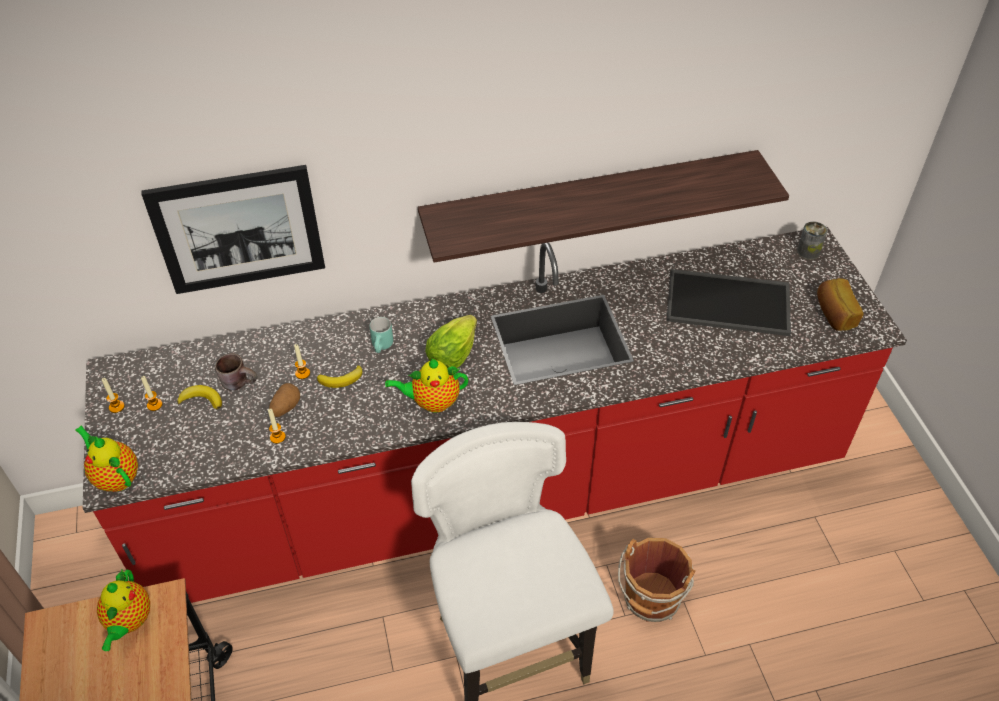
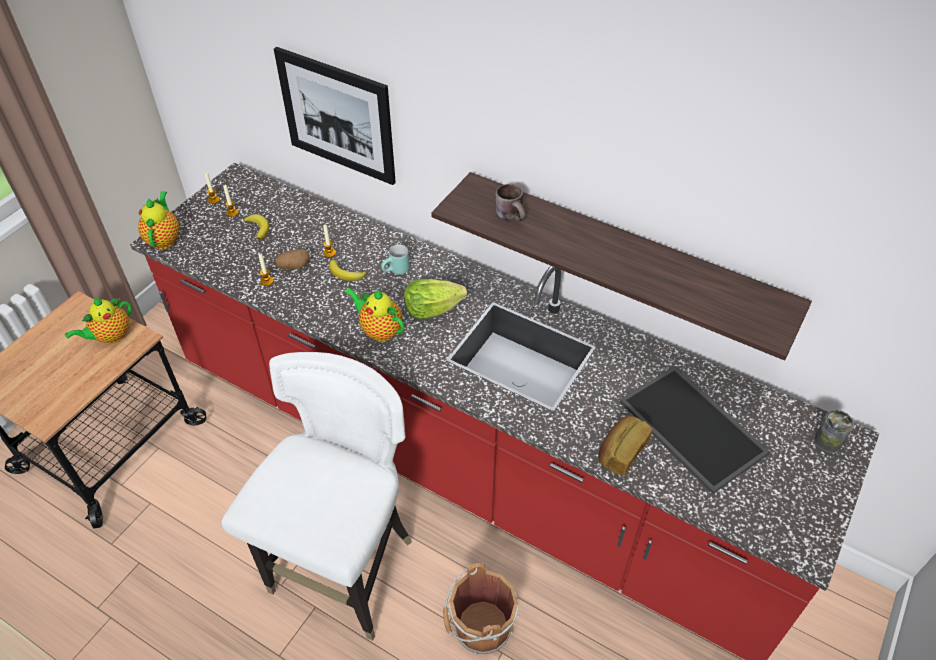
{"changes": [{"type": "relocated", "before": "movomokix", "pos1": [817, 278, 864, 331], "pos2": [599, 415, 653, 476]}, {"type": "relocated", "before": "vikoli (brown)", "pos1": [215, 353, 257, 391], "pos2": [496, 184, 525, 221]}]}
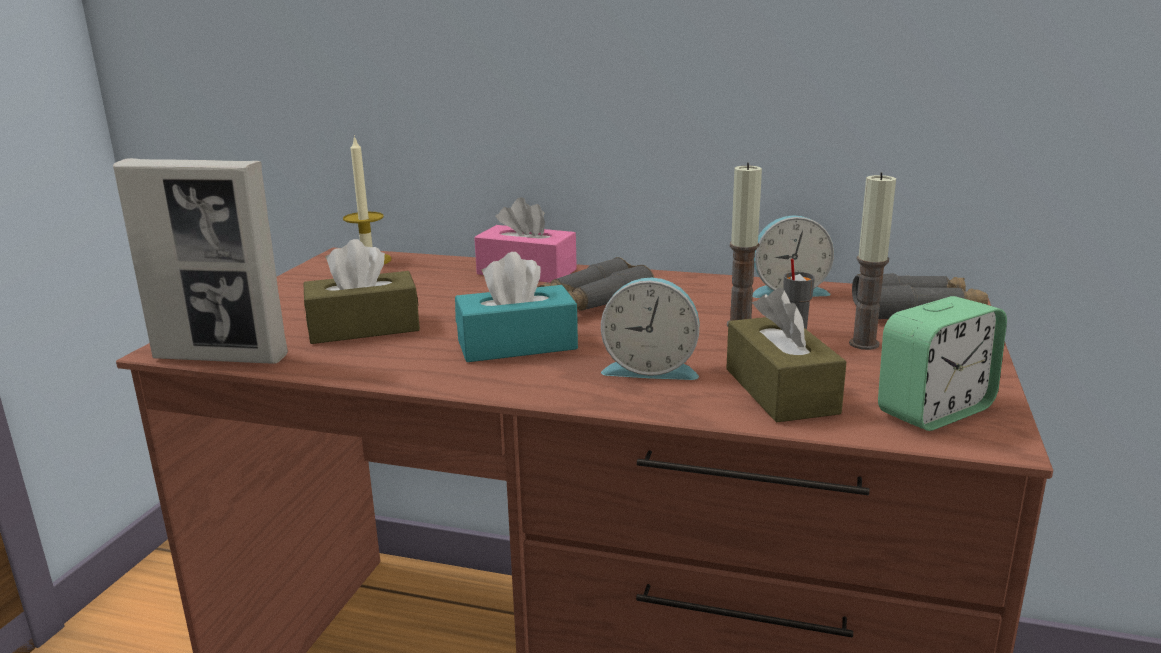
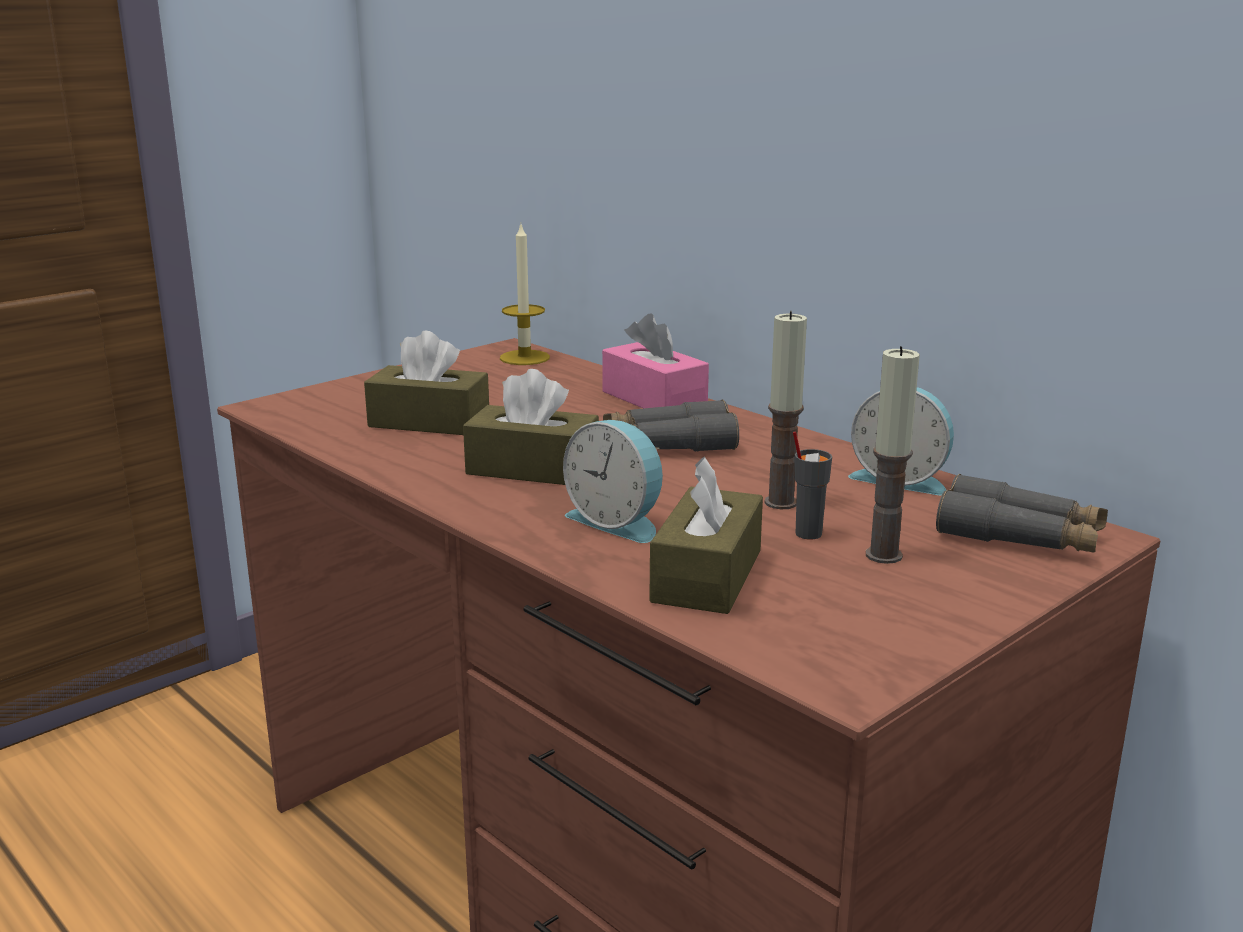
{"changes": [{"type": "missing", "before": "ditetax", "pos1": [113, 158, 288, 364]}, {"type": "colour", "before": "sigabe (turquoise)", "after": "sigabe (brown)", "pos1": [455, 252, 578, 362], "pos2": [463, 369, 599, 485]}, {"type": "missing", "before": "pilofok", "pos1": [878, 296, 1007, 431]}]}
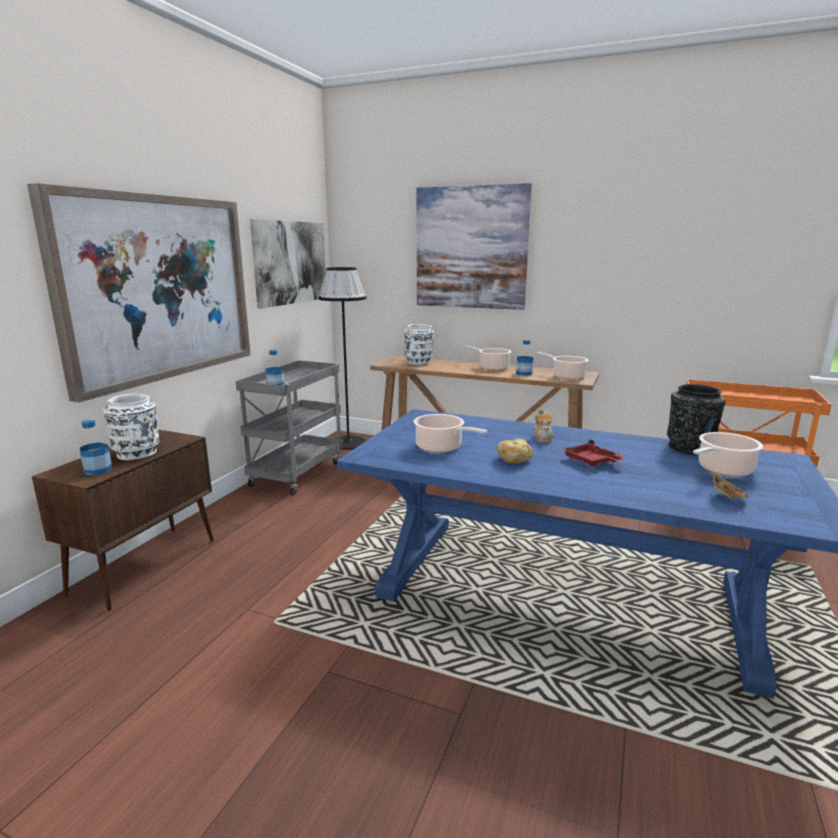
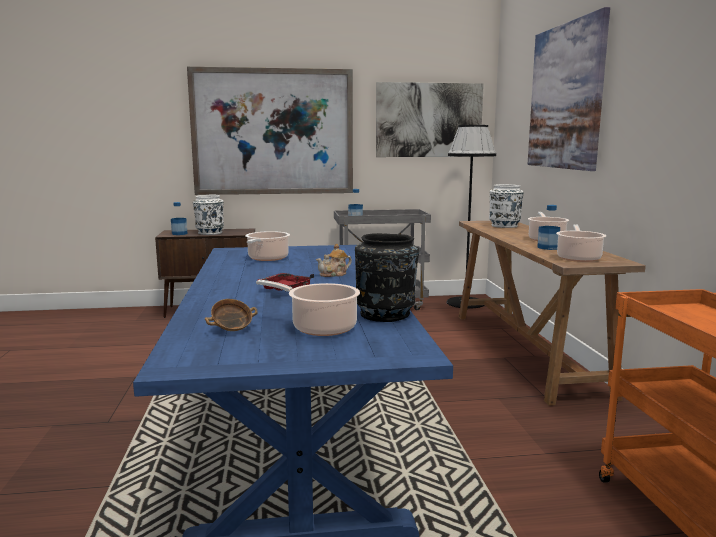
{"changes": [{"type": "missing", "before": "movomokix", "pos1": [497, 438, 533, 463]}]}
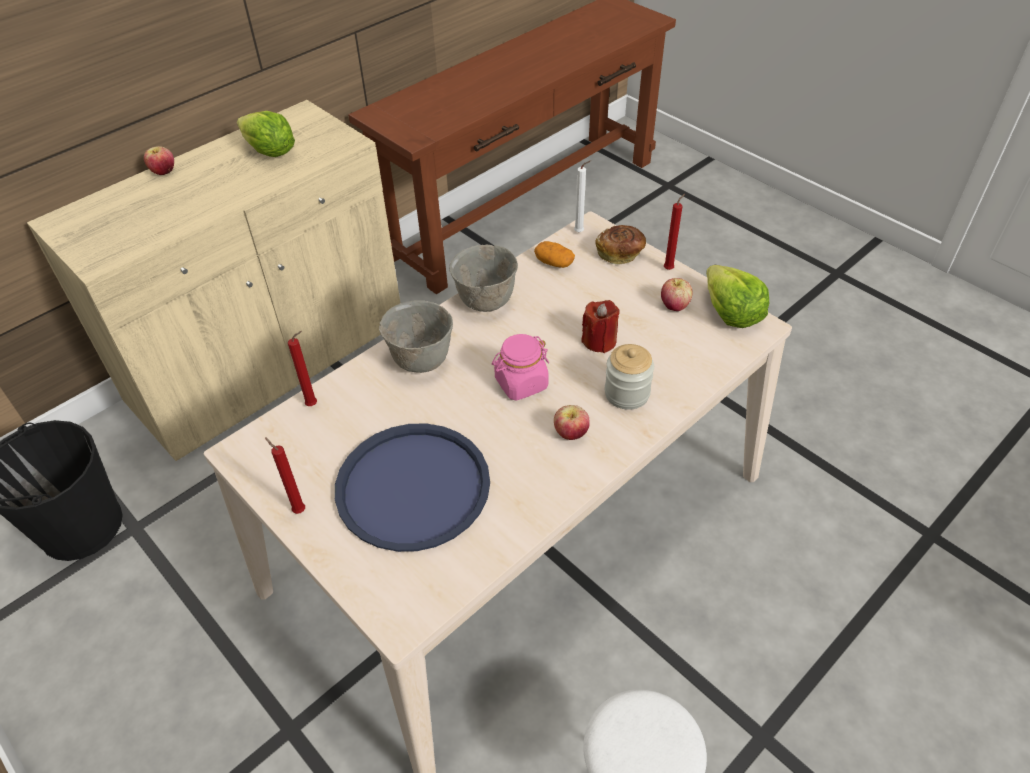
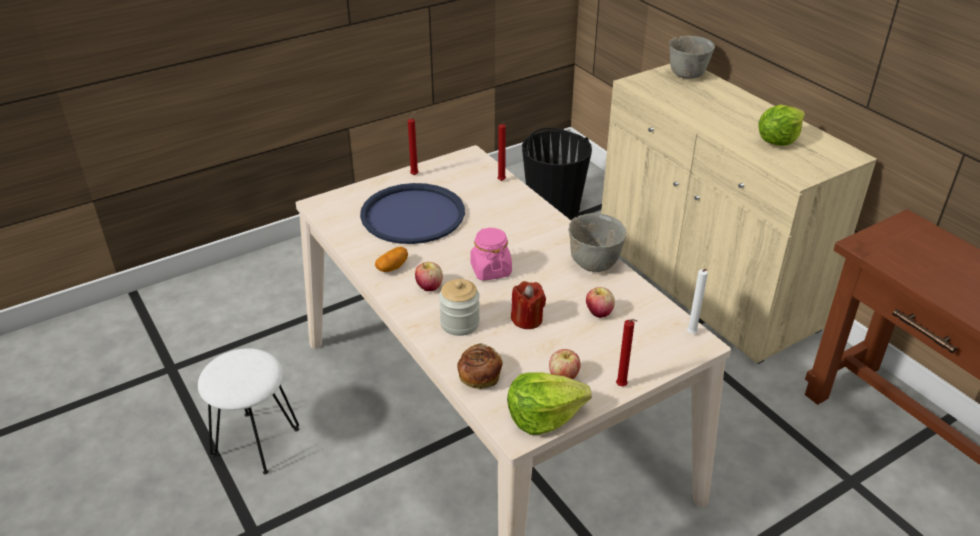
{"changes": [{"type": "relocated", "before": "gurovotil", "pos1": [144, 146, 174, 175], "pos2": [586, 287, 615, 318]}, {"type": "relocated", "before": "movomokix", "pos1": [595, 225, 646, 265], "pos2": [457, 343, 503, 389]}, {"type": "relocated", "before": "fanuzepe", "pos1": [534, 241, 575, 268], "pos2": [375, 247, 408, 272]}, {"type": "relocated", "before": "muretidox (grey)", "pos1": [379, 300, 453, 373], "pos2": [669, 35, 715, 79]}]}
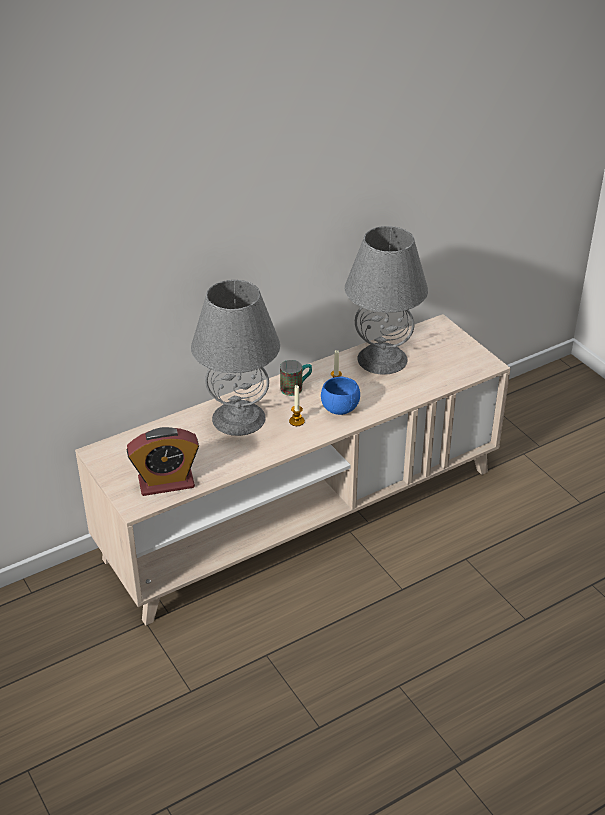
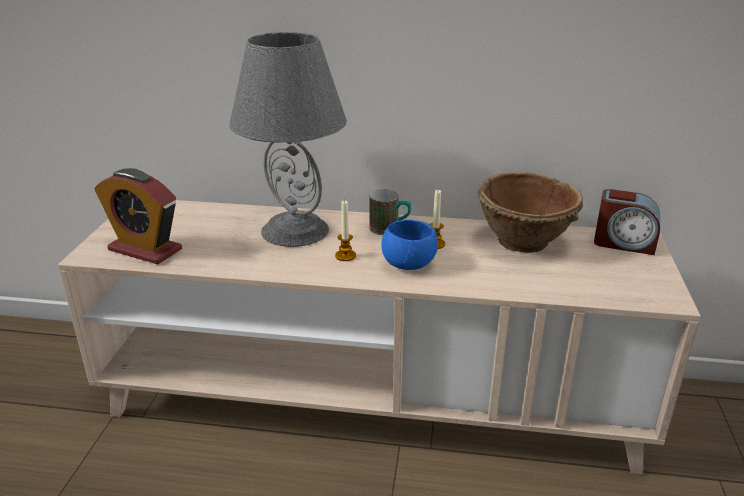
{"changes": [{"type": "exchanged", "before": "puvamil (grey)", "after": "muretidox (brown)", "pos1": [345, 226, 428, 375], "pos2": [478, 172, 583, 253]}, {"type": "appeared", "after": "pilofok", "pos2": [594, 189, 660, 255]}]}
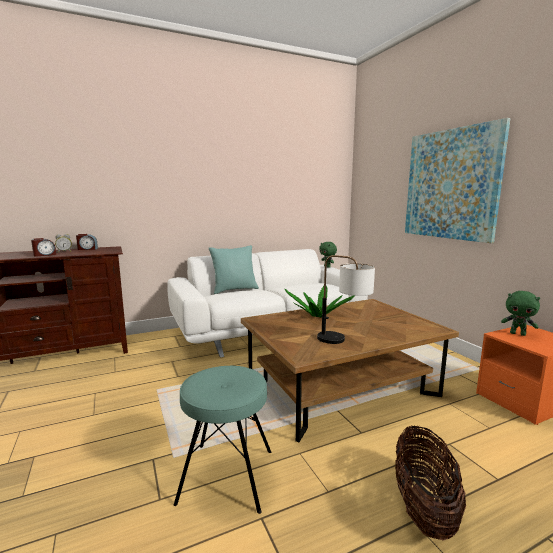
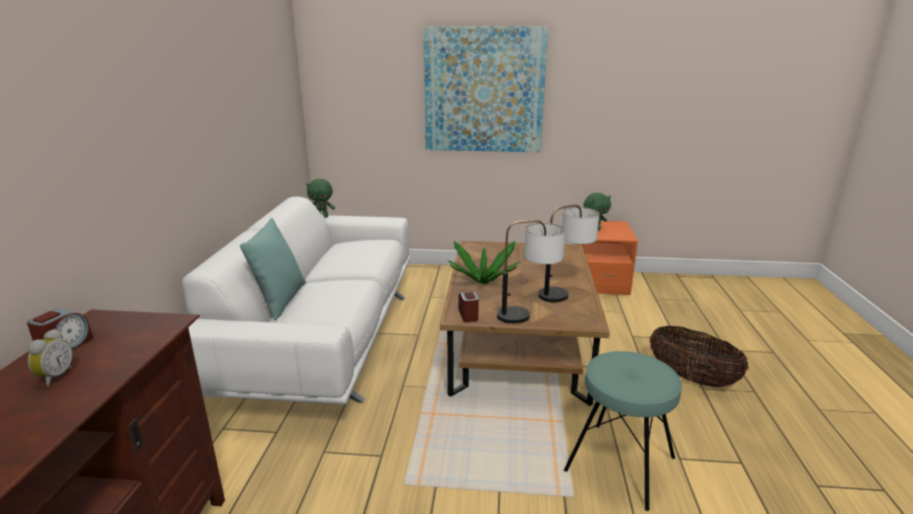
{"changes": [{"type": "relocated", "before": "pilofok", "pos1": [31, 238, 56, 257], "pos2": [458, 292, 479, 322]}, {"type": "appeared", "after": "puvamil", "pos2": [497, 220, 565, 324]}]}
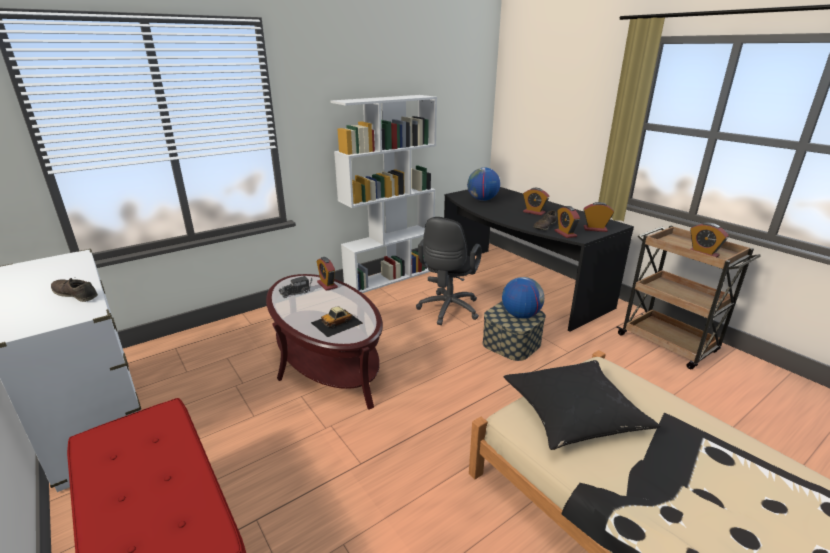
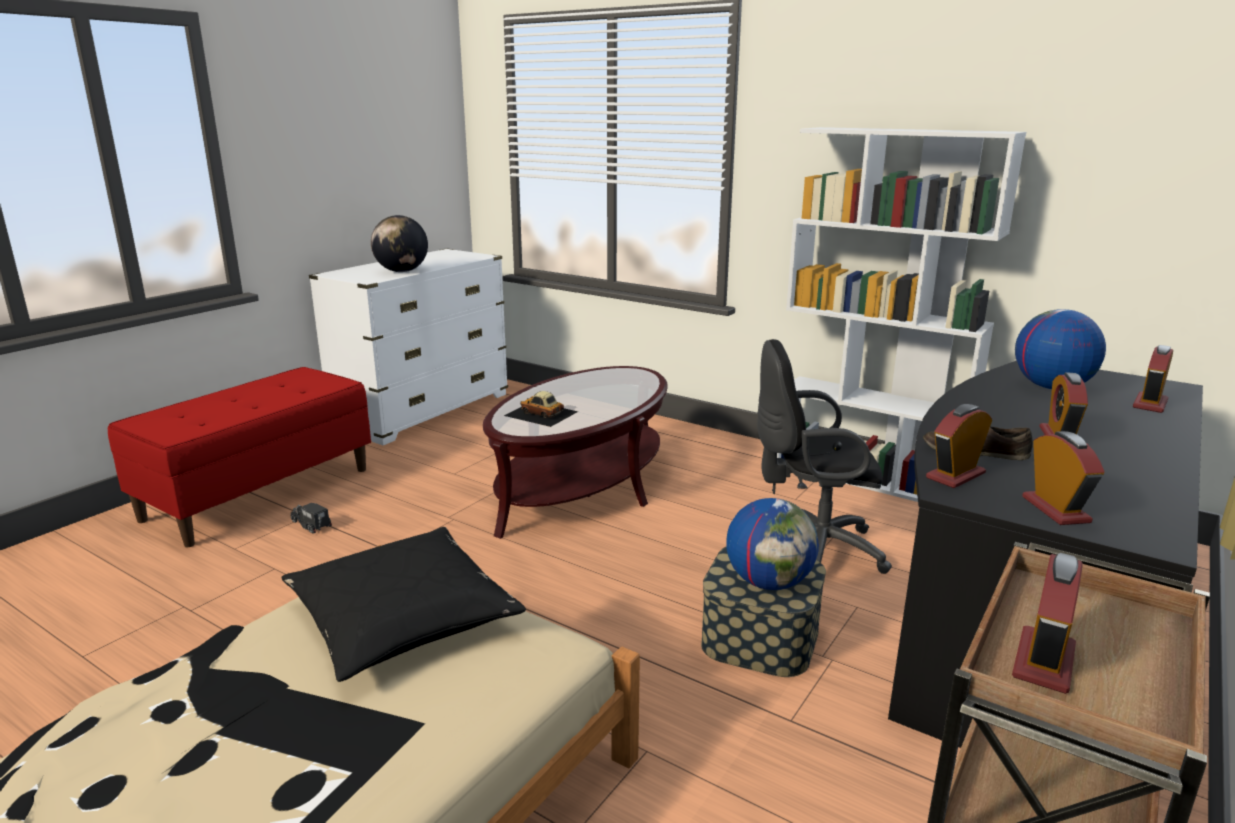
{"changes": [{"type": "relocated", "before": "pilofok", "pos1": [317, 257, 338, 291], "pos2": [1133, 345, 1173, 413]}, {"type": "relocated", "before": "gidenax", "pos1": [279, 276, 312, 298], "pos2": [290, 503, 332, 534]}, {"type": "exchanged", "before": "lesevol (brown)", "after": "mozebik", "pos1": [51, 277, 98, 302], "pos2": [371, 215, 428, 272]}]}
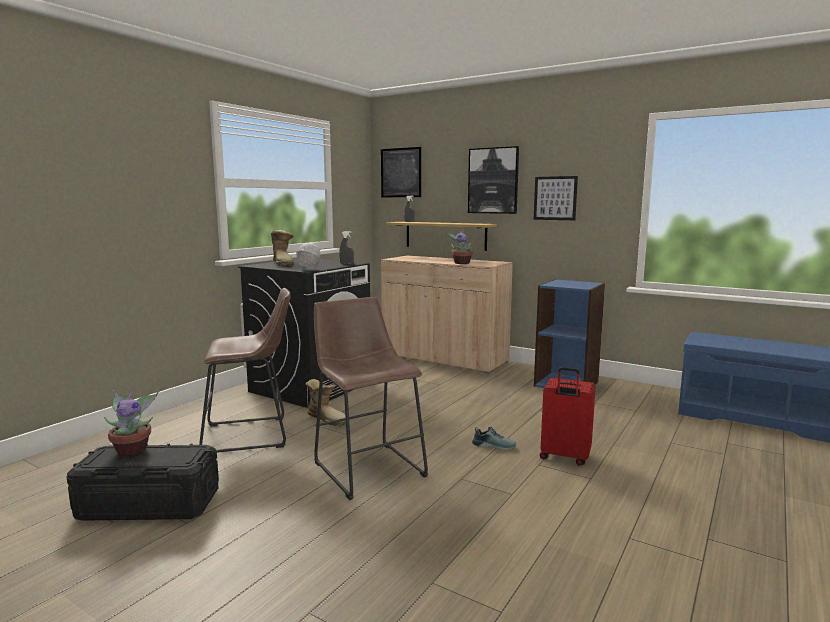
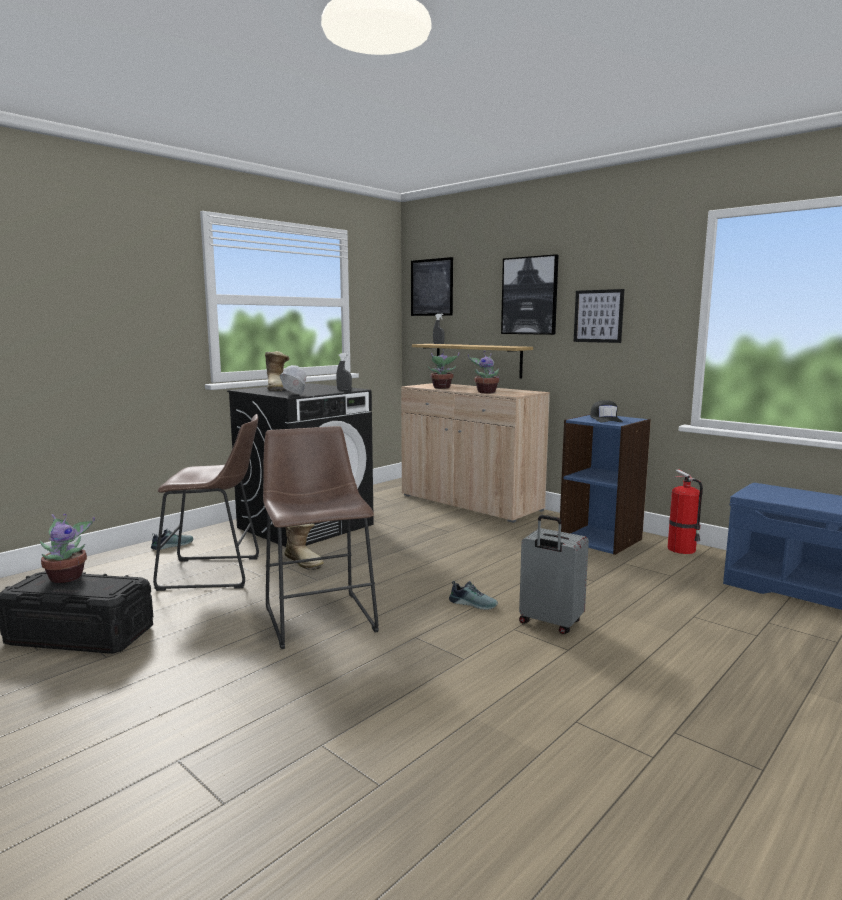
{"changes": [{"type": "colour", "before": "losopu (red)", "after": "losopu (grey)", "pos1": [540, 367, 596, 466], "pos2": [519, 515, 589, 634]}, {"type": "appeared", "after": "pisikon", "pos2": [428, 349, 459, 389]}, {"type": "appeared", "after": "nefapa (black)", "pos2": [590, 400, 623, 422]}, {"type": "appeared", "after": "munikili", "pos2": [668, 470, 703, 554]}, {"type": "appeared", "after": "lesevol", "pos2": [151, 529, 193, 550]}]}
